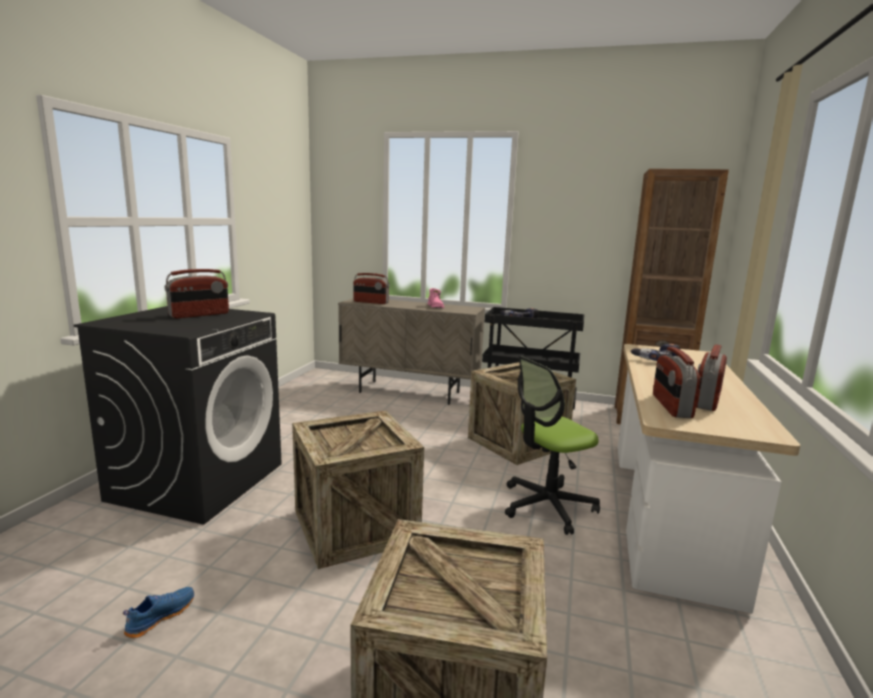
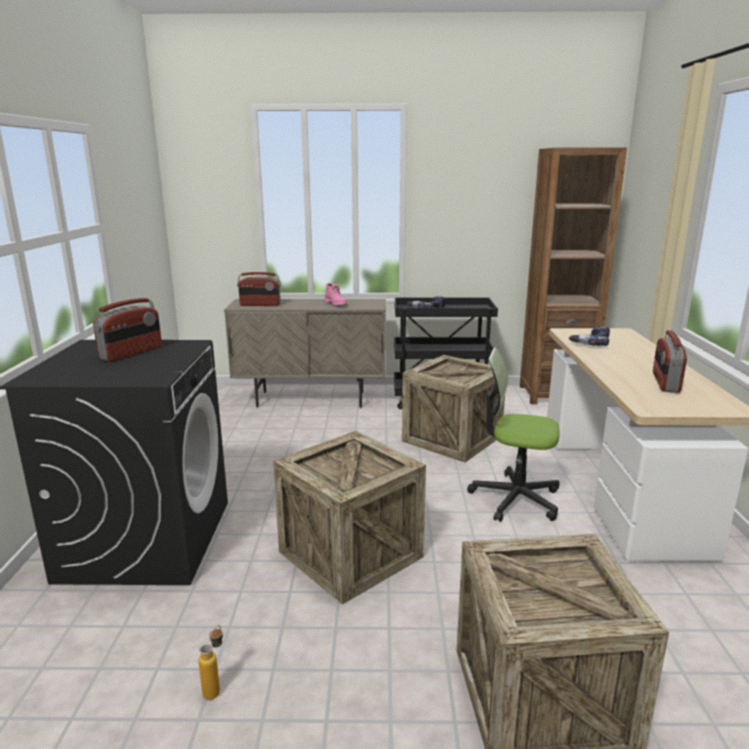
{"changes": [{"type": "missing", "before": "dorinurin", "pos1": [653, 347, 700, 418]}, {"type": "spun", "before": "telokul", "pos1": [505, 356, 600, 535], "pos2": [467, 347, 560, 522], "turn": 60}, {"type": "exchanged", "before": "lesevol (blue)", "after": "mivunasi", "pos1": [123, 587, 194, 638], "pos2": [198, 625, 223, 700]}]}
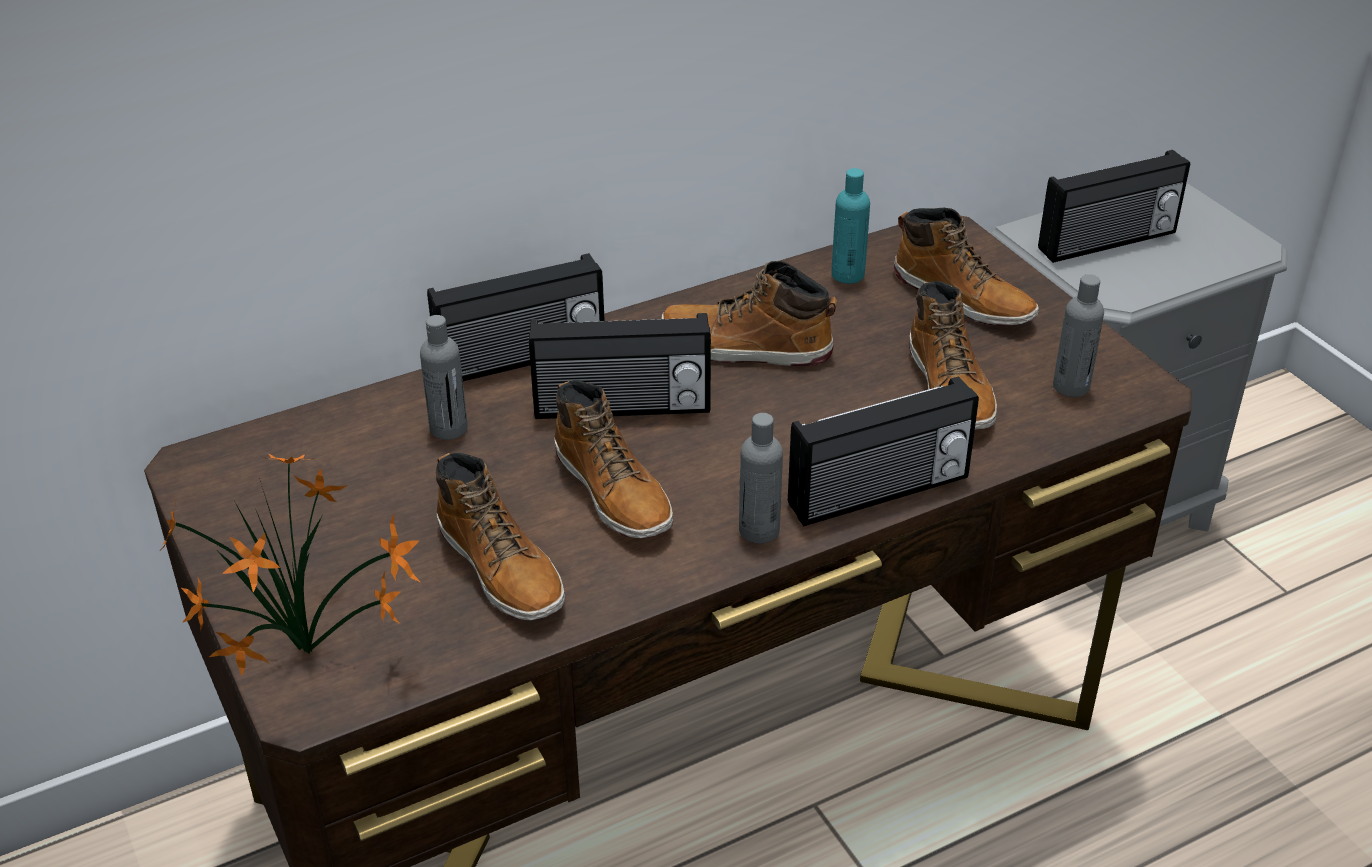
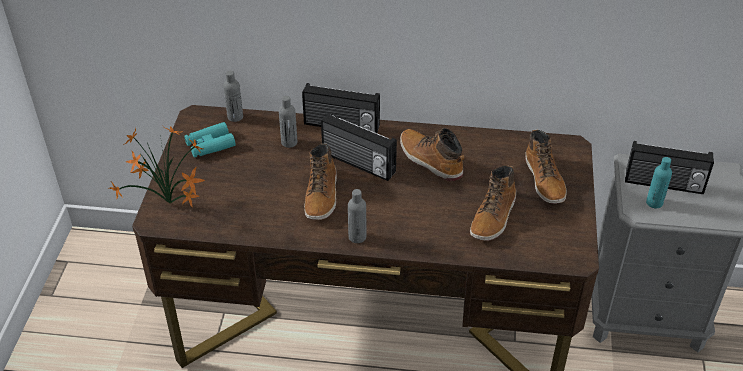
{"changes": [{"type": "relocated", "before": "mivunasi (turquoise)", "pos1": [831, 168, 870, 284], "pos2": [646, 157, 672, 208]}, {"type": "relocated", "before": "mivunasi (grey)", "pos1": [1053, 274, 1104, 397], "pos2": [223, 71, 243, 122]}, {"type": "missing", "before": "dorinurin", "pos1": [788, 376, 979, 526]}, {"type": "missing", "before": "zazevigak", "pos1": [436, 453, 565, 620]}, {"type": "appeared", "after": "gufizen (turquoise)", "pos2": [184, 122, 236, 158]}]}
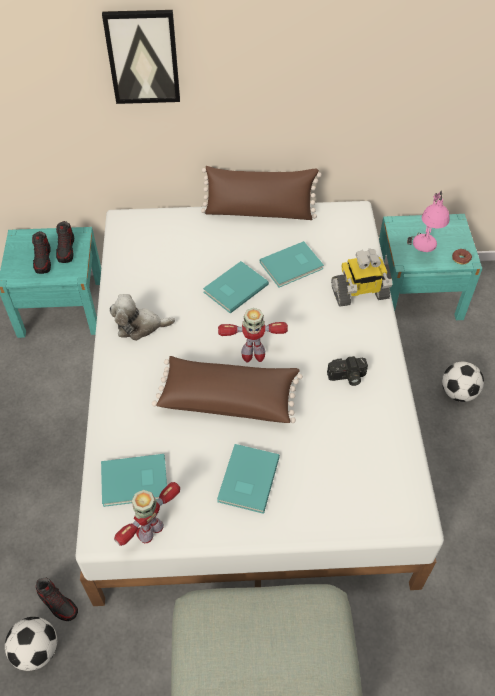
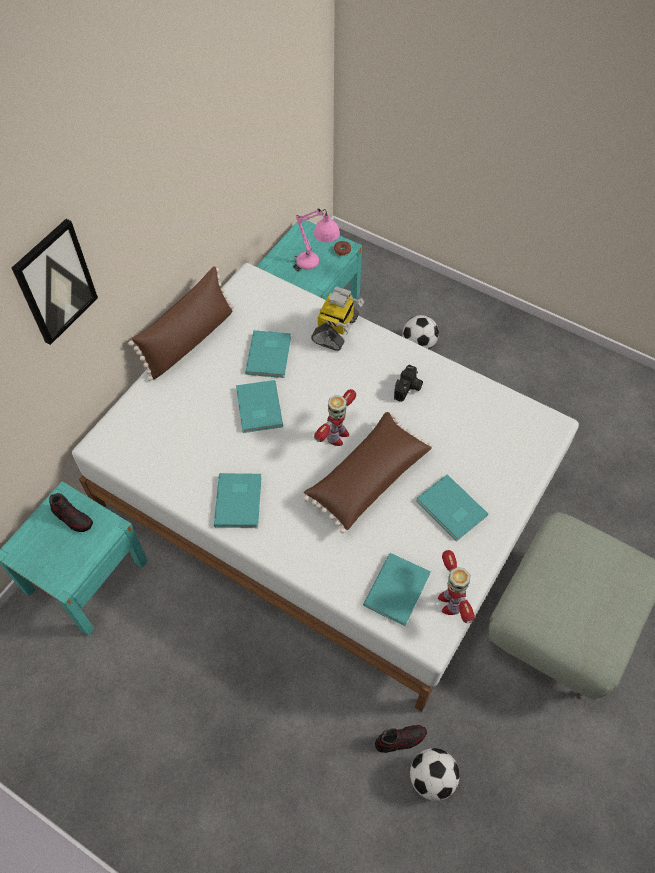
{"changes": [{"type": "missing", "before": "lesevol", "pos1": [32, 231, 51, 274]}, {"type": "exchanged", "before": "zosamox", "after": "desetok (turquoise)", "pos1": [109, 294, 175, 341], "pos2": [214, 473, 262, 528]}]}
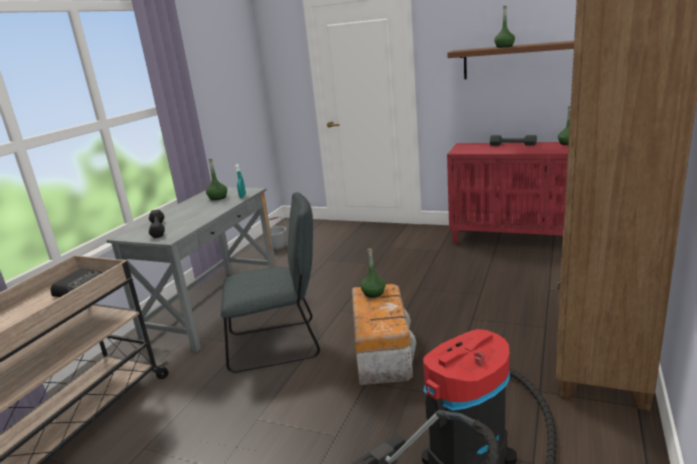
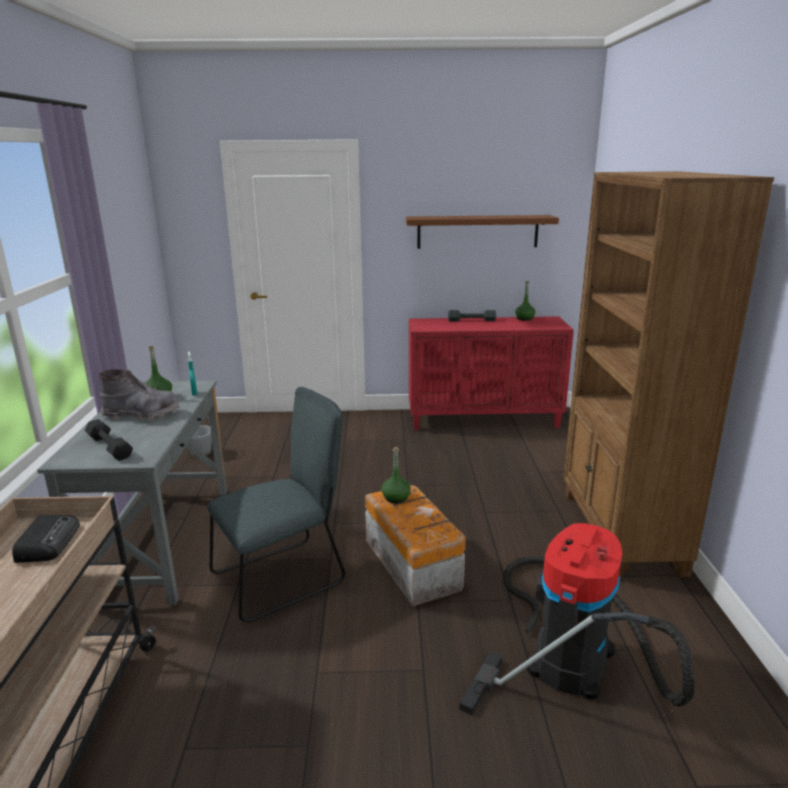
{"changes": [{"type": "missing", "before": "mivunasi (green)", "pos1": [494, 6, 515, 48]}, {"type": "appeared", "after": "zazevigak (grey)", "pos2": [99, 369, 179, 420]}]}
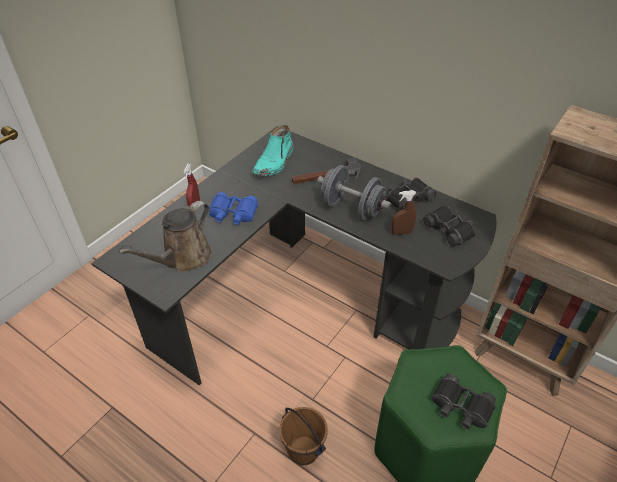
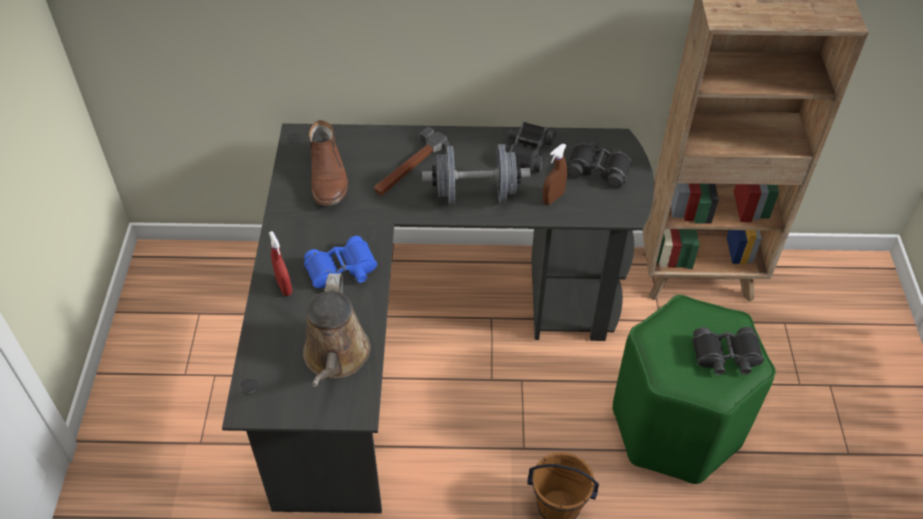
{"changes": [{"type": "colour", "before": "zazevigak (turquoise)", "after": "zazevigak (brown)", "pos1": [252, 125, 294, 176], "pos2": [309, 120, 348, 206]}]}
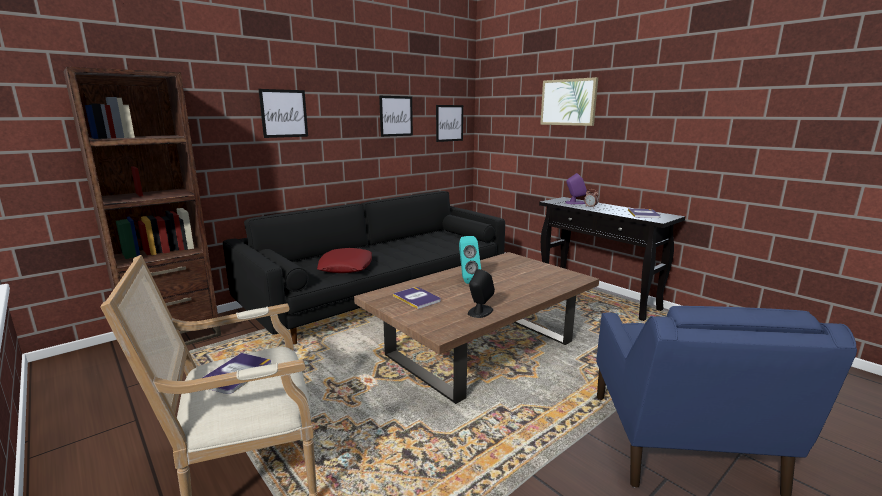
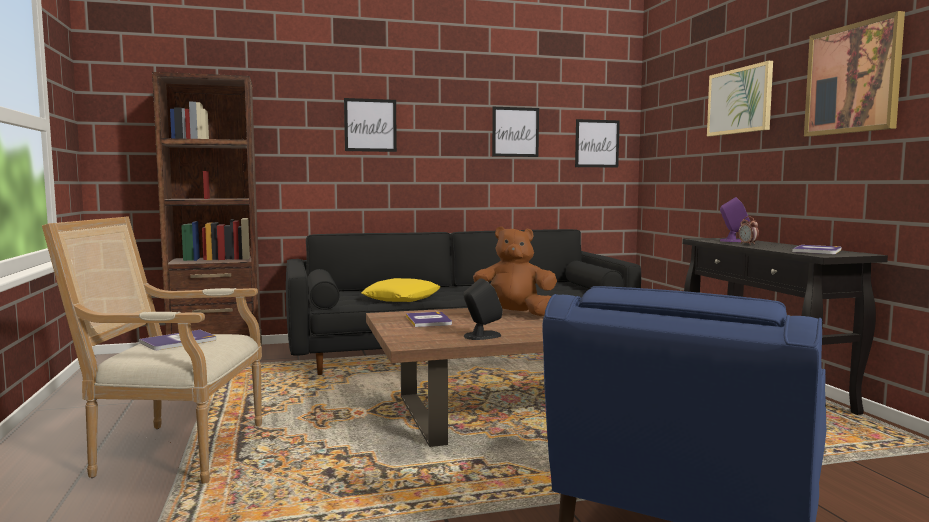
{"changes": [{"type": "exchanged", "before": "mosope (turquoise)", "after": "zosamox (brown)", "pos1": [459, 236, 481, 284], "pos2": [473, 227, 557, 316]}, {"type": "colour", "before": "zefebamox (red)", "after": "zefebamox (yellow)", "pos1": [317, 248, 372, 273], "pos2": [361, 278, 440, 302]}, {"type": "appeared", "after": "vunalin", "pos2": [804, 11, 905, 137]}]}
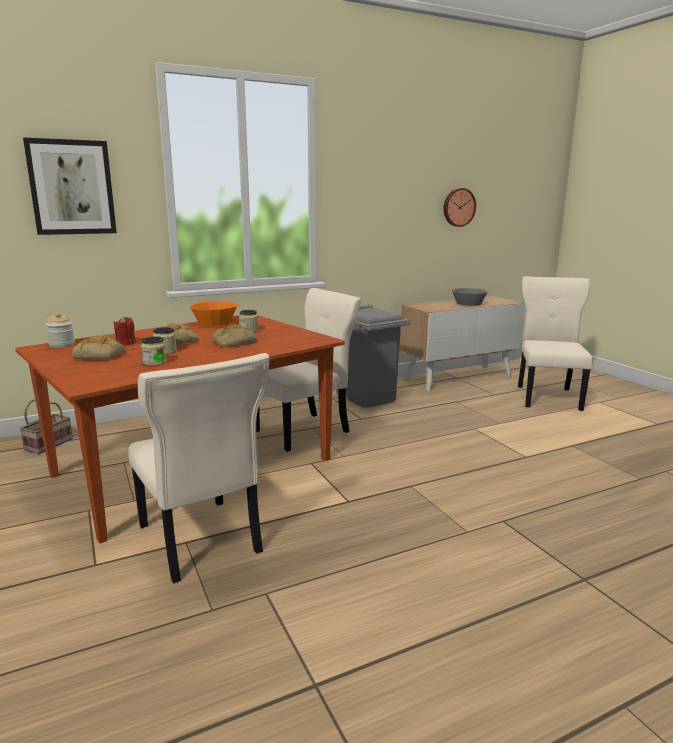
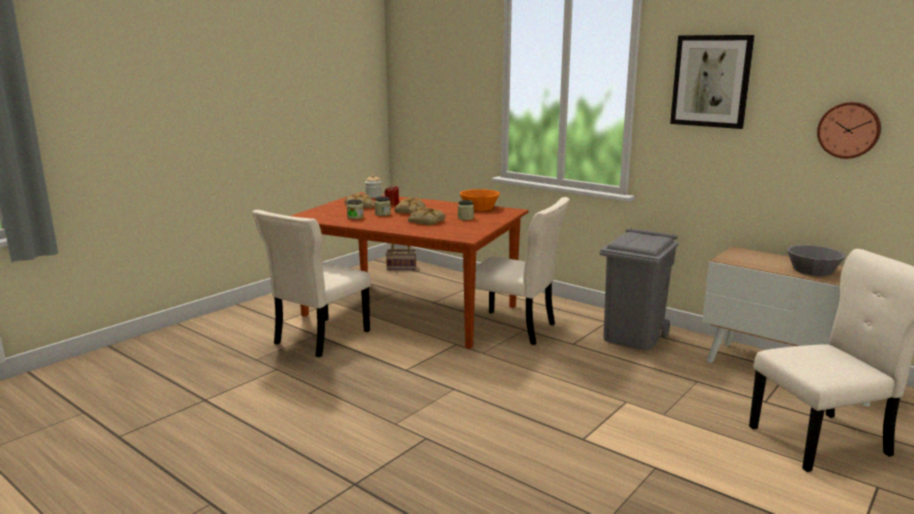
{"changes": [{"type": "relocated", "before": "vunalin", "pos1": [23, 138, 117, 235], "pos2": [670, 35, 754, 129]}]}
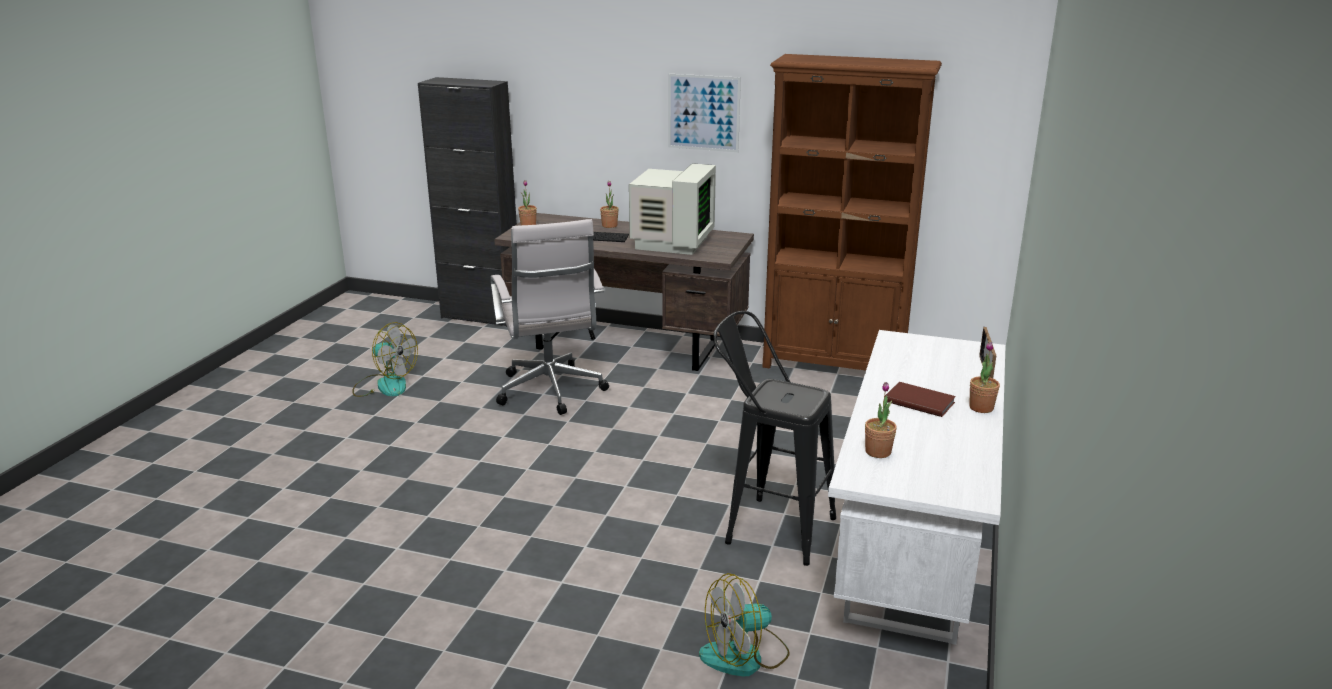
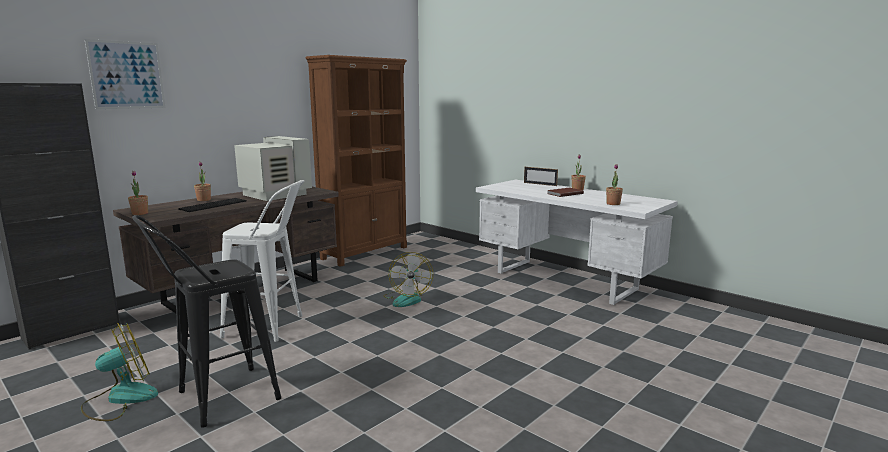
{"changes": [{"type": "relocated", "before": "vunalin", "pos1": [668, 74, 741, 152], "pos2": [85, 39, 165, 109]}, {"type": "exchanged", "before": "telokul (white)", "after": "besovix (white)", "pos1": [491, 219, 609, 415], "pos2": [220, 180, 304, 342]}, {"type": "relocated", "before": "besovix (black)", "pos1": [713, 311, 836, 566], "pos2": [132, 215, 281, 428]}, {"type": "relocated", "before": "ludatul", "pos1": [699, 573, 790, 677], "pos2": [384, 252, 433, 307]}]}
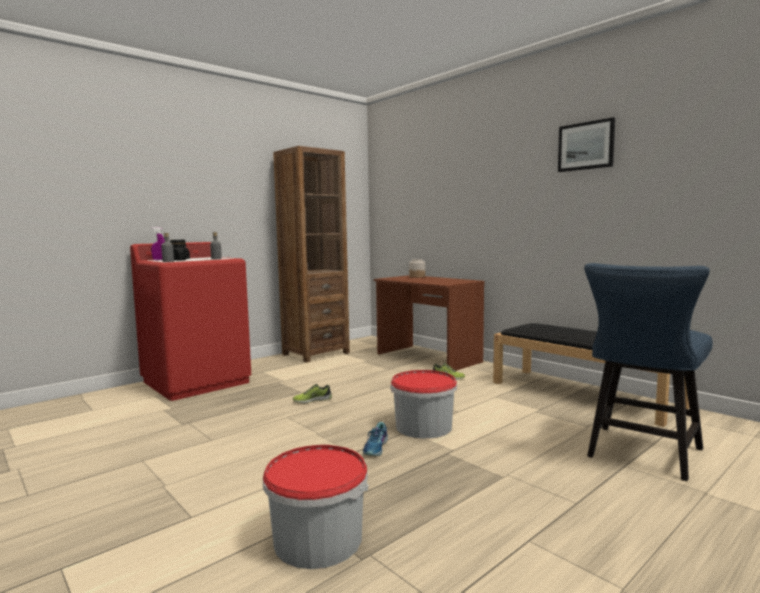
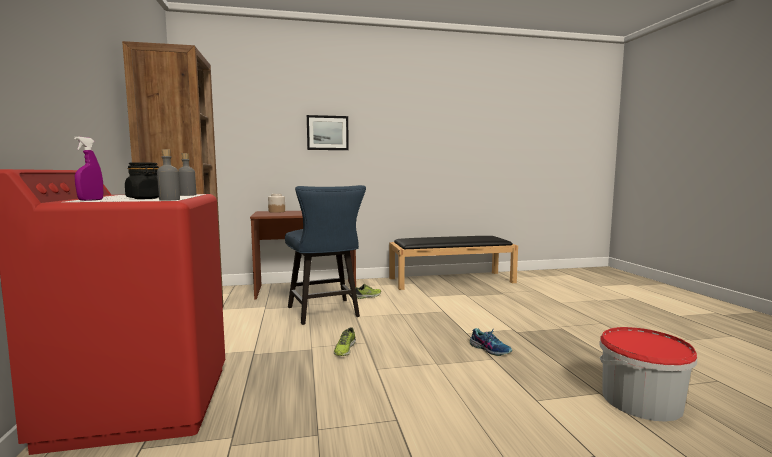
{"changes": [{"type": "relocated", "before": "vunalin", "pos1": [558, 117, 615, 172], "pos2": [307, 115, 349, 150]}, {"type": "relocated", "before": "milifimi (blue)", "pos1": [584, 263, 713, 481], "pos2": [285, 185, 366, 325]}, {"type": "missing", "before": "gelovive", "pos1": [390, 370, 457, 439]}]}
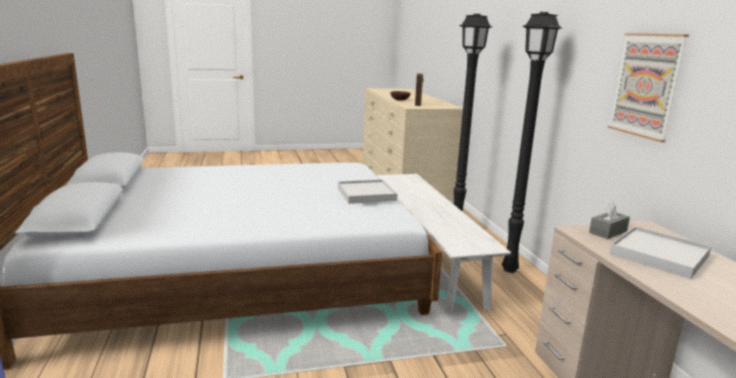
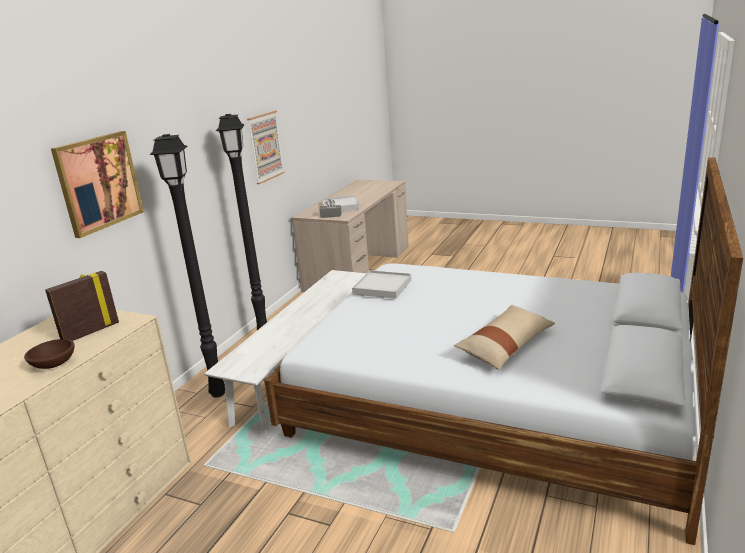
{"changes": [{"type": "appeared", "after": "vunalin", "pos2": [51, 131, 144, 238]}, {"type": "appeared", "after": "zefebamox (beige)", "pos2": [454, 305, 555, 370]}]}
